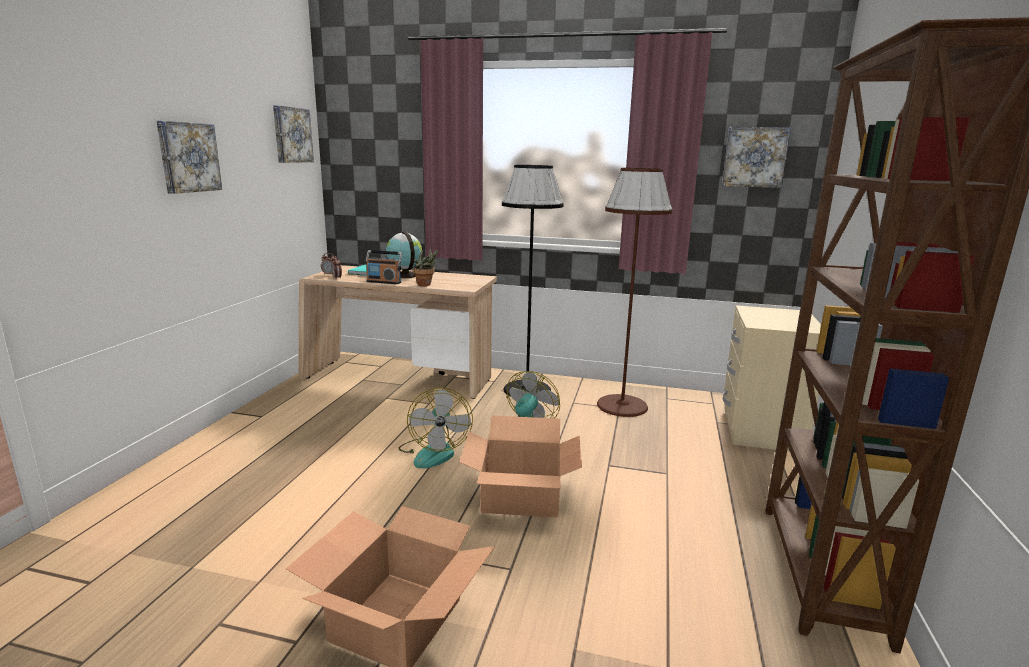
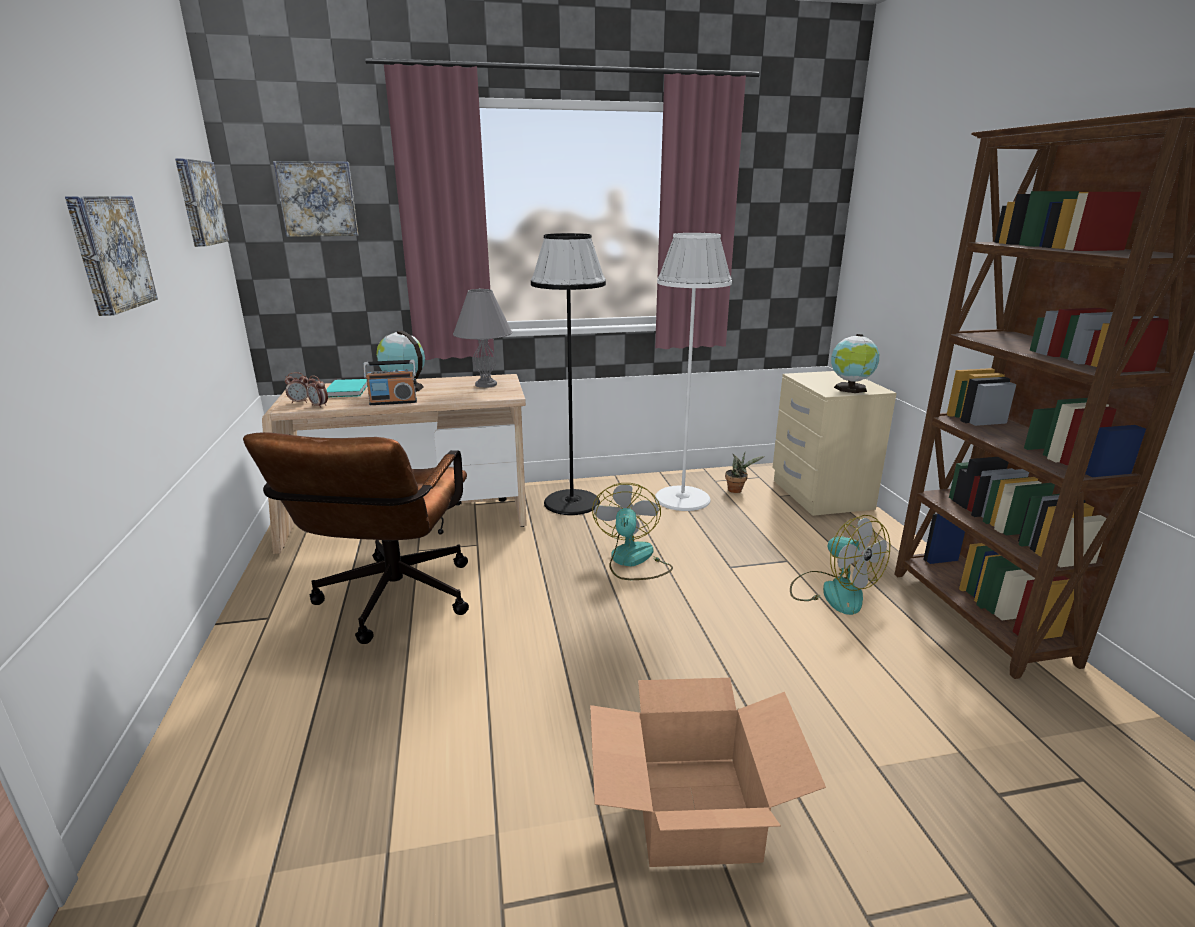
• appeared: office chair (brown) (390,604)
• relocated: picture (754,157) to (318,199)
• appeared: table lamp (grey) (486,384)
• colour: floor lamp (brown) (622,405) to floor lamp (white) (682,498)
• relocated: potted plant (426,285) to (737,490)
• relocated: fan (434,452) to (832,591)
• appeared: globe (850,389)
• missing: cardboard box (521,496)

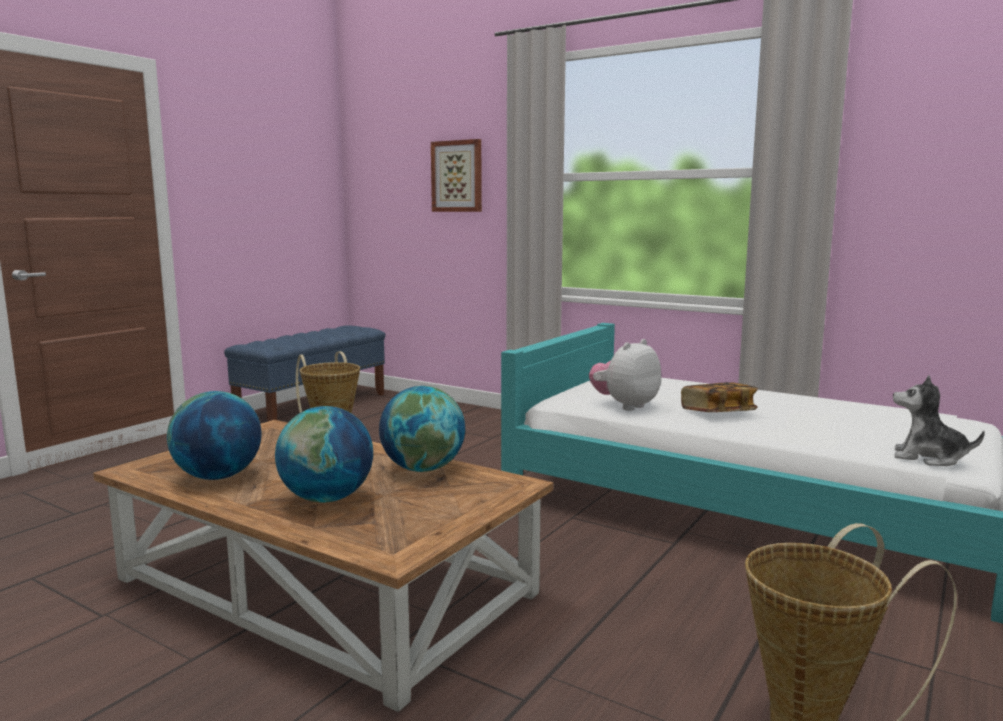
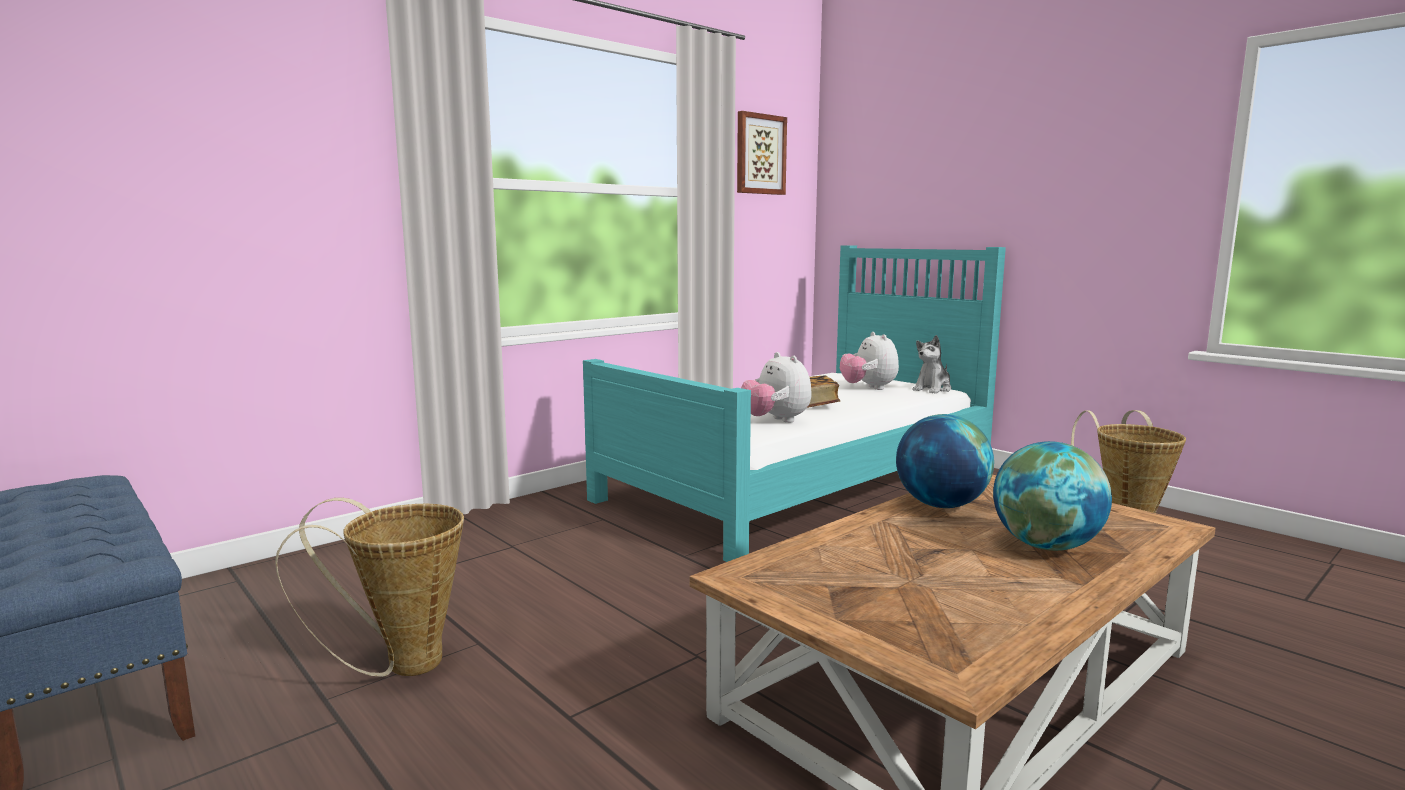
• relocated: picture (457,176) to (760,154)
• appeared: plush toy (868,388)
• missing: globe (218,477)

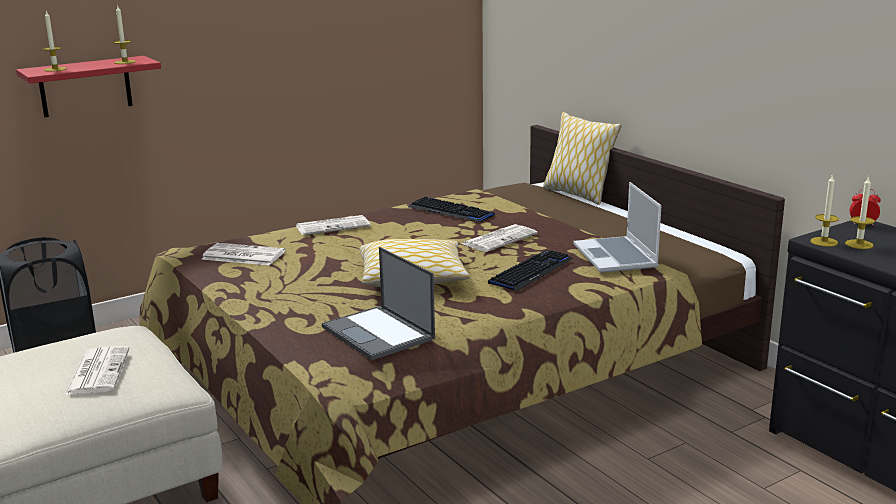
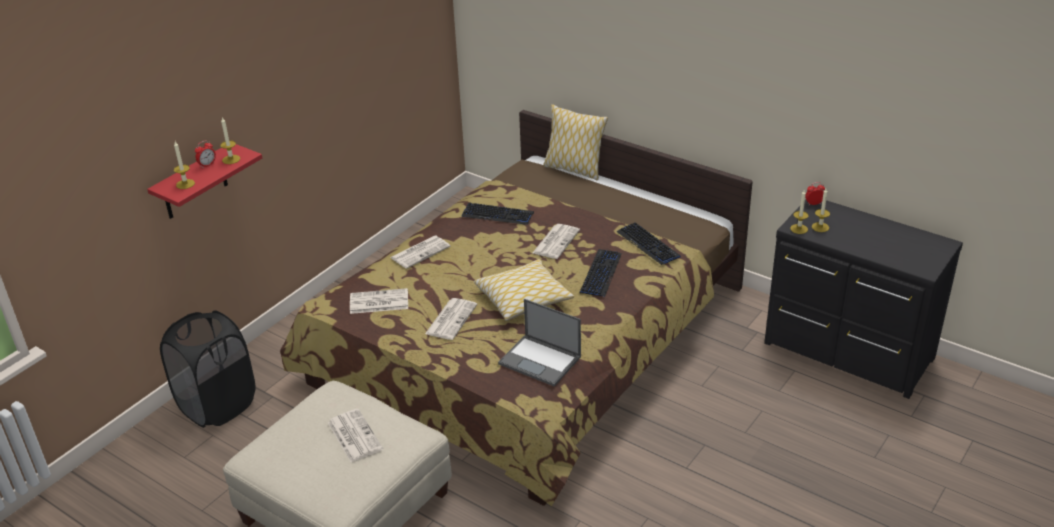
• appeared: alarm clock (207,165)
• appeared: newspaper (451,319)
• exchanged: laptop (616,257) to keyboard (648,244)

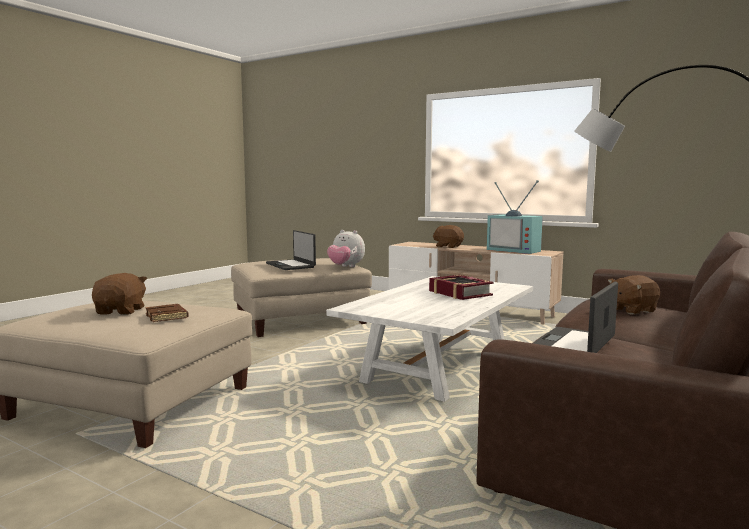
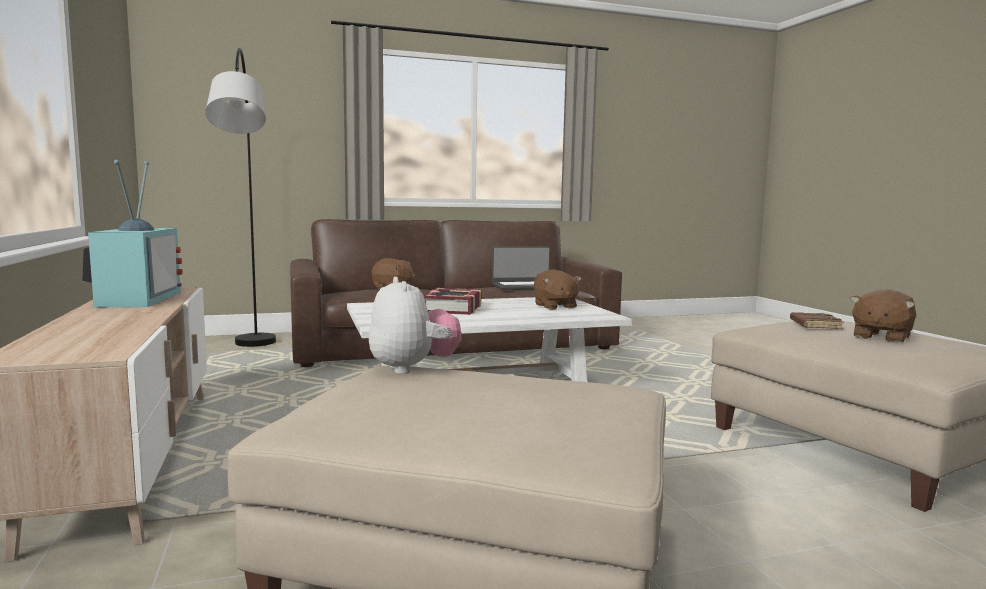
• relocated: plush toy (brown) (448,246) to (555,306)
• missing: laptop (291,265)

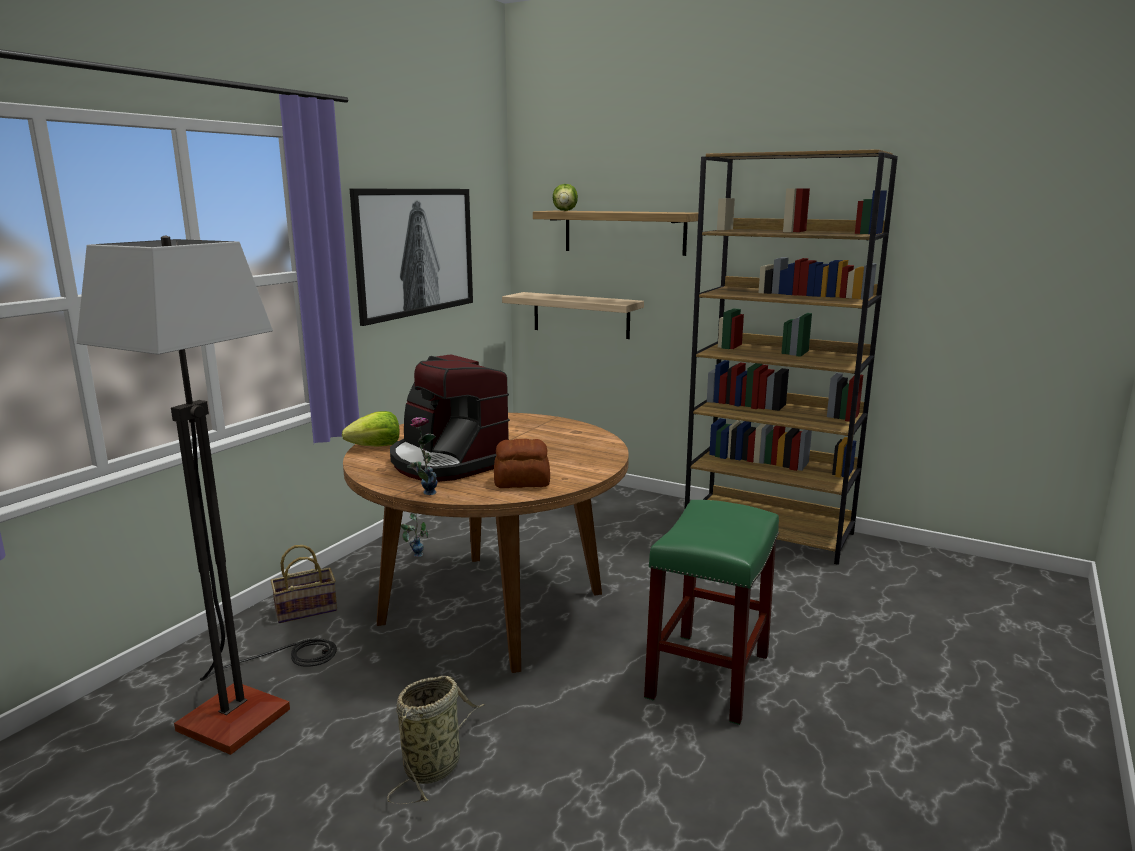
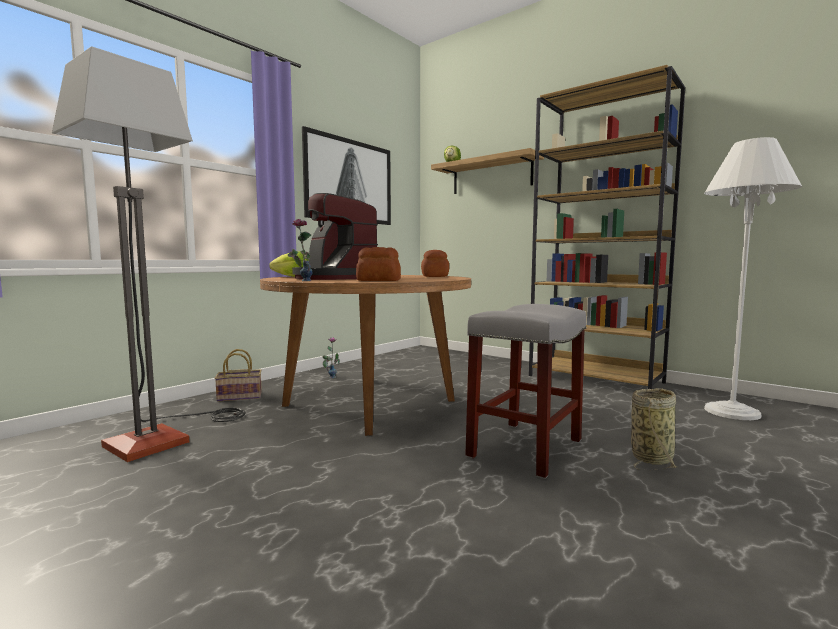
• appeared: bread (434,276)
• colour: stool (green) (709,676) to stool (grey) (526,448)
• relocated: basket (435,765) to (652,457)
• appeared: floor lamp (white) (732,412)
• missing: shelf (581,315)

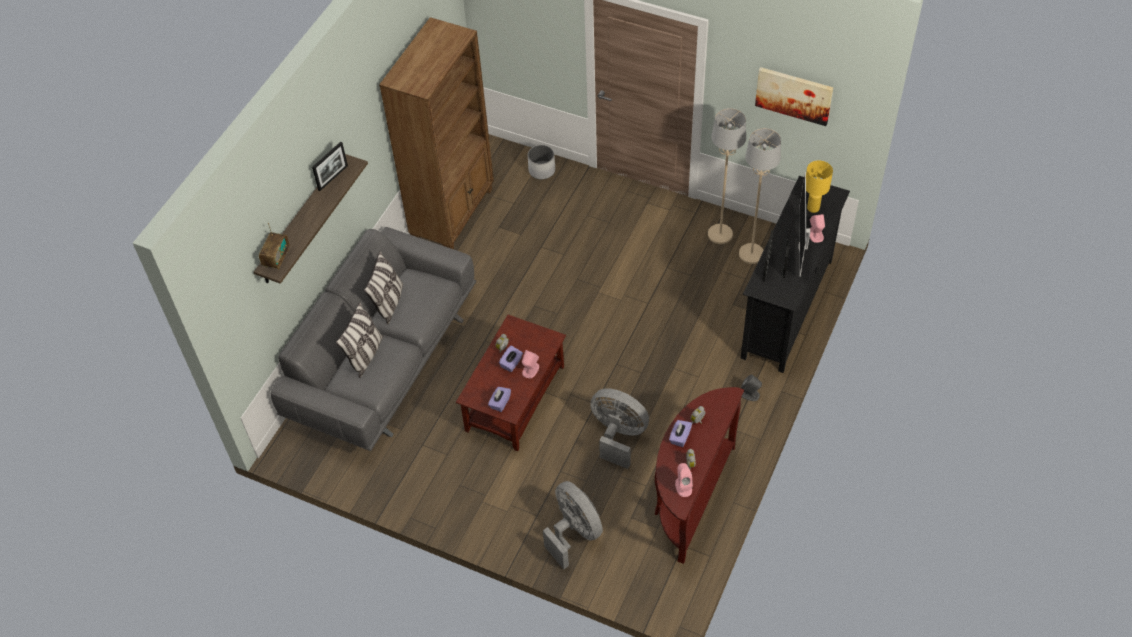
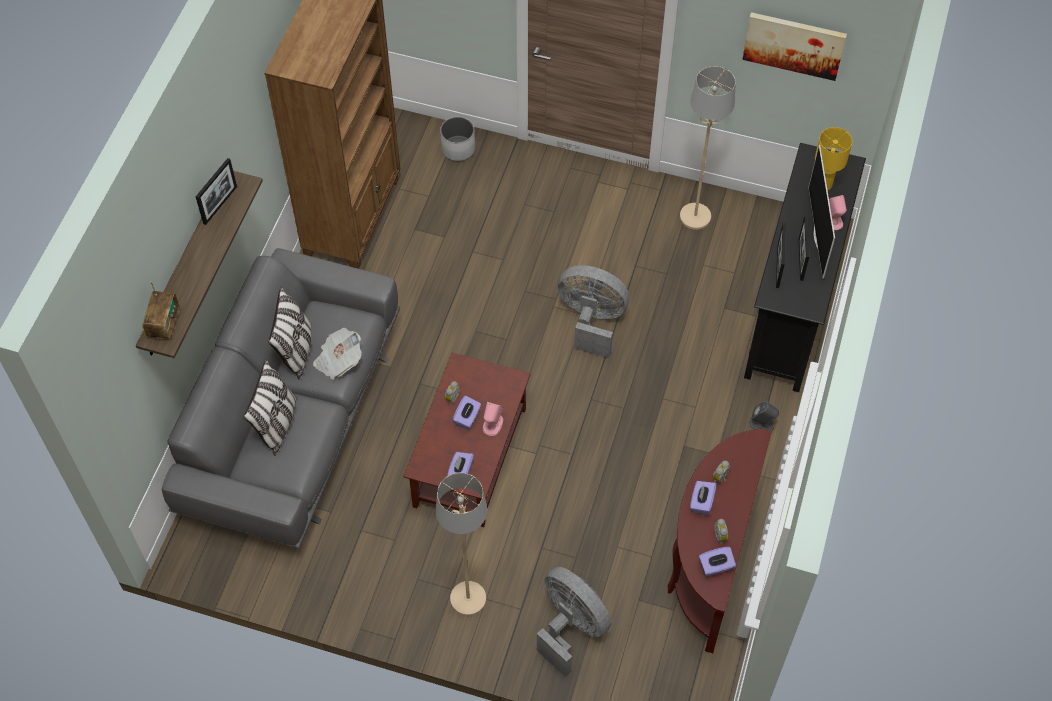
• appeared: newspaper (338,360)
• relocated: floor lamp (beige) (751,254) to (468,598)
• relocated: fan (grey) (618,436) to (591,321)
• exchanged: speaker (pink) (683,486) to tissue box (purple) (716,566)

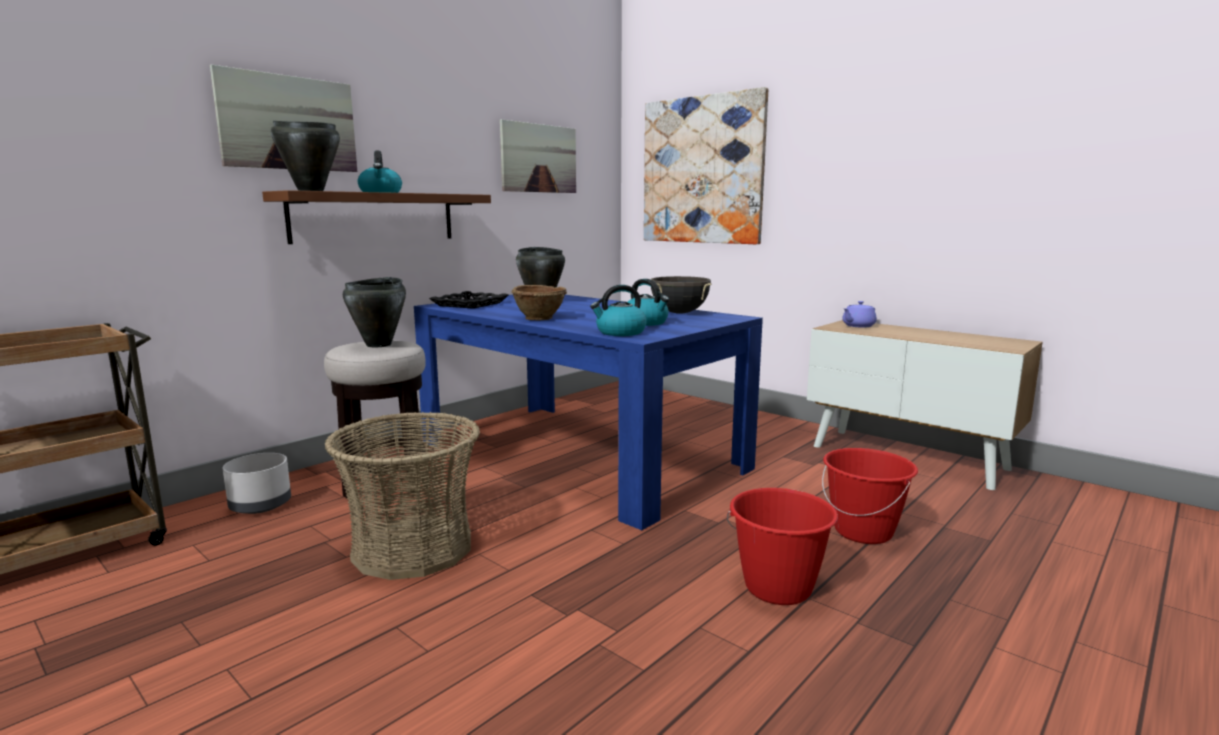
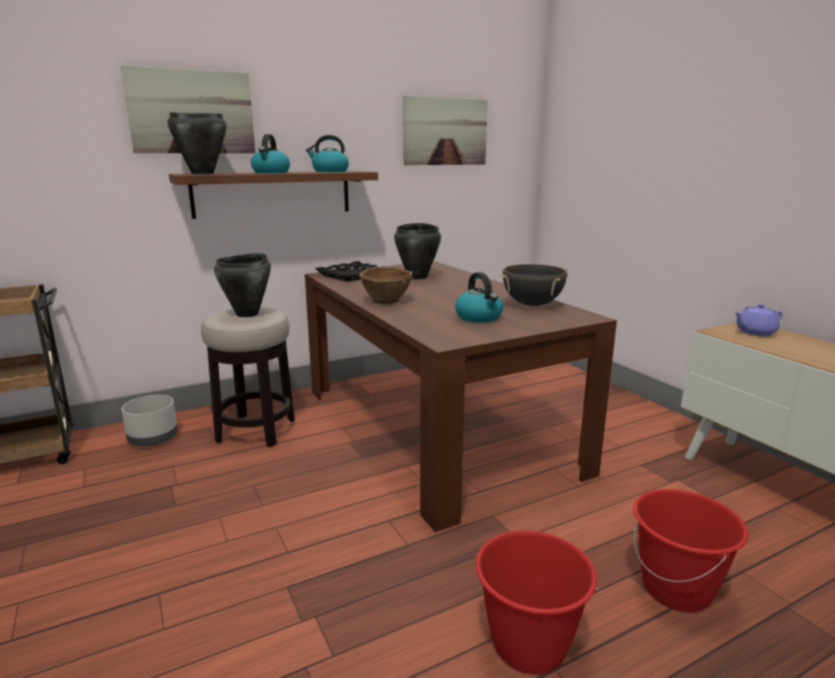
• colour: dining table (blue) (580,455) to dining table (brown) (434,428)
• relocated: kettle (620,332) to (329,171)
• missing: basket (412,548)
• missing: picture (702,170)

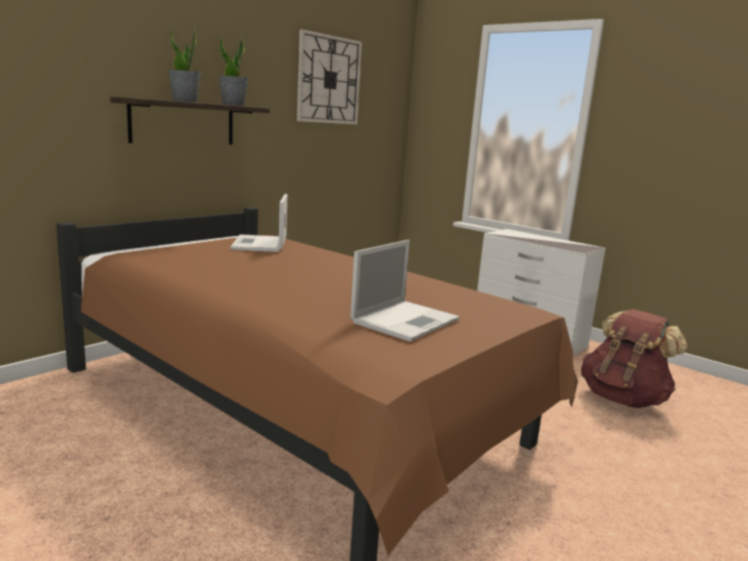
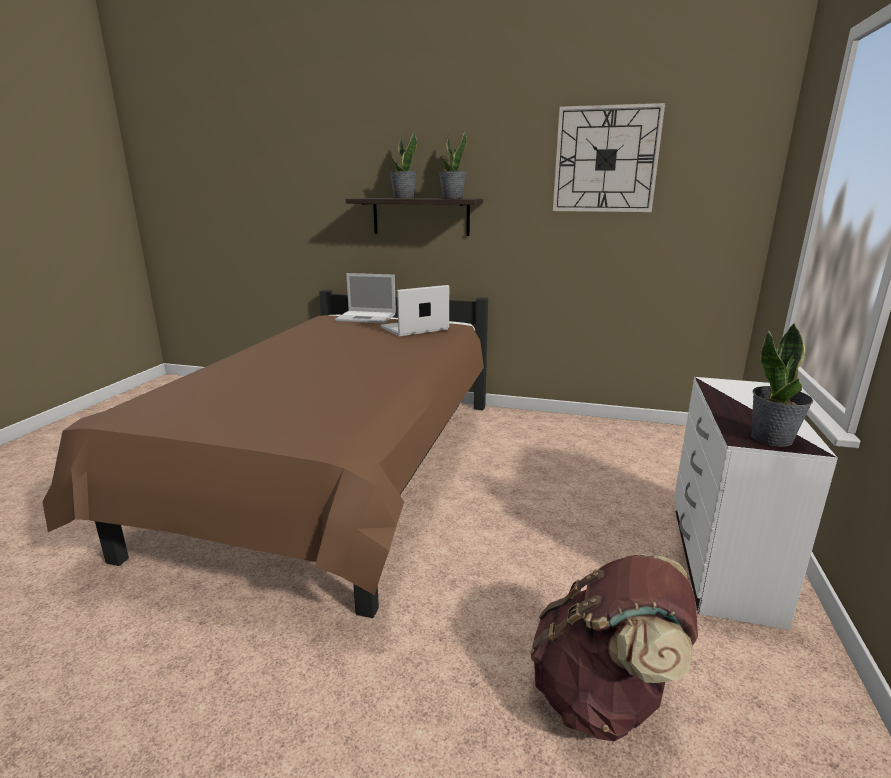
• relocated: laptop (406,320) to (367,317)
• appeared: potted plant (772,438)

